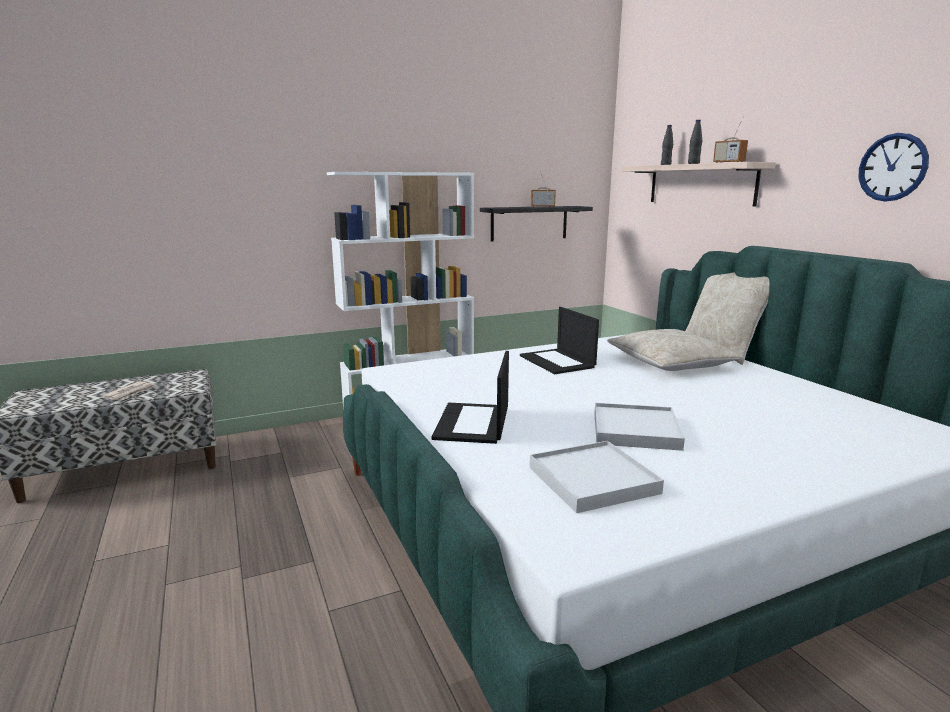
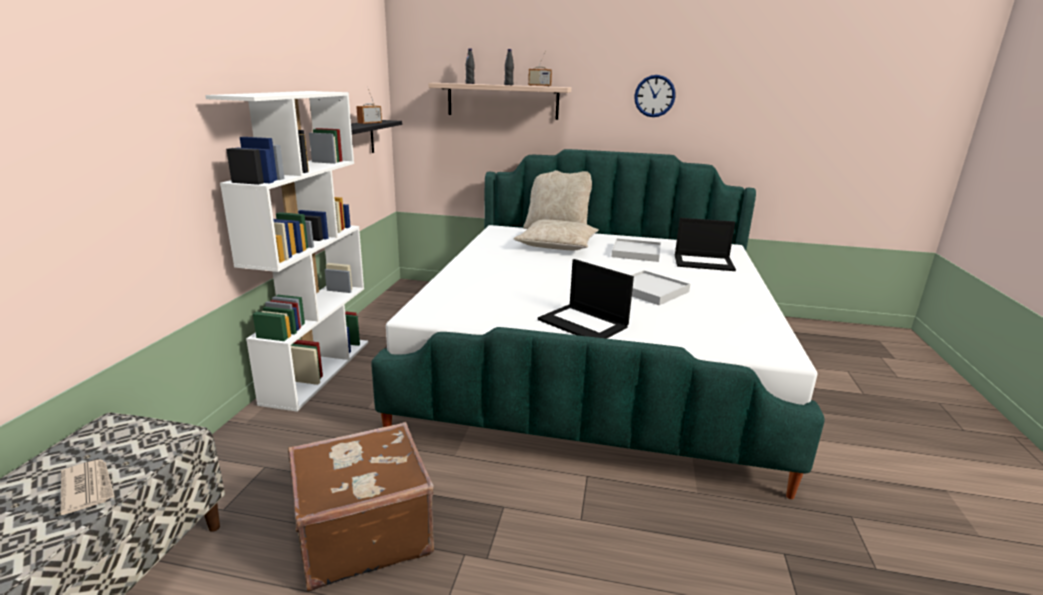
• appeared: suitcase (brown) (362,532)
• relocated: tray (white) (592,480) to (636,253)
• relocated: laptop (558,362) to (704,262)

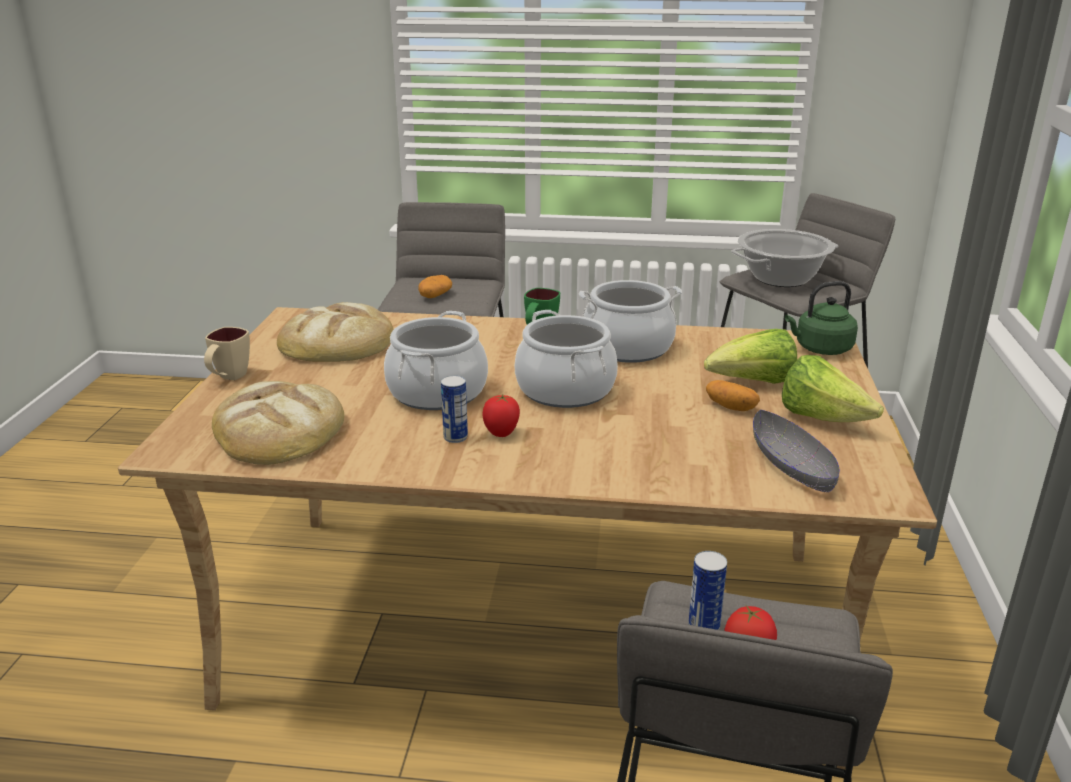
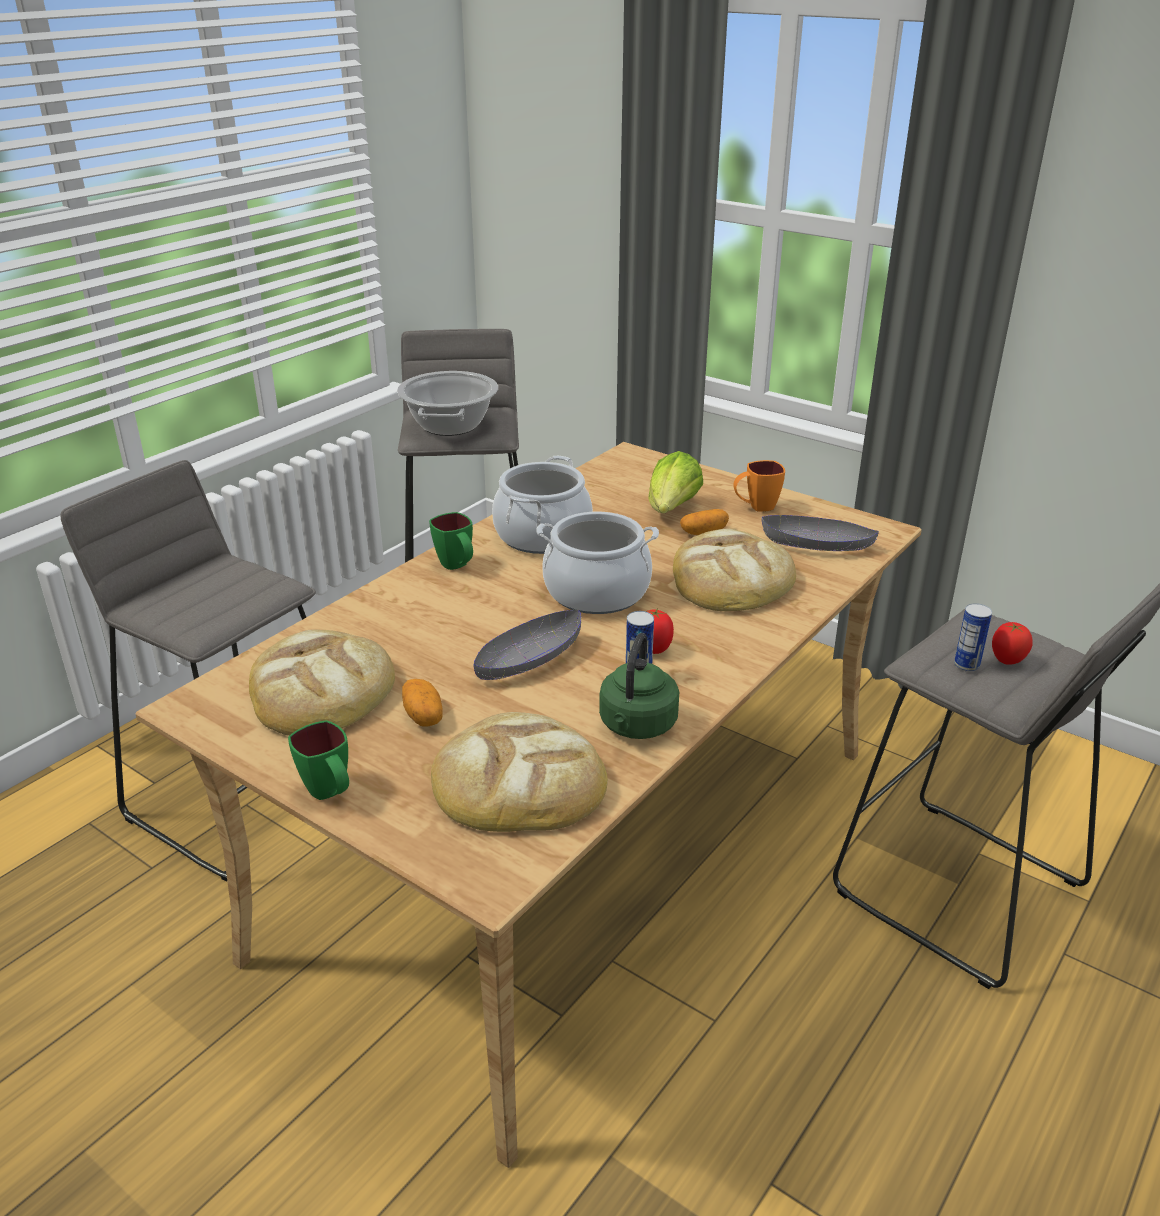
• colour: mug (beige) (228,378) to mug (green) (330,794)
• relocated: potato (435,295) to (423,716)
• exchanged: cooking pot (437,392) to bowl (grey) (528,660)
• relocated: kettle (green) (820,349) to (637,726)
• appeared: bread (731,579)
• exchanged: lettuce (822,418) to mug (orange) (755,507)

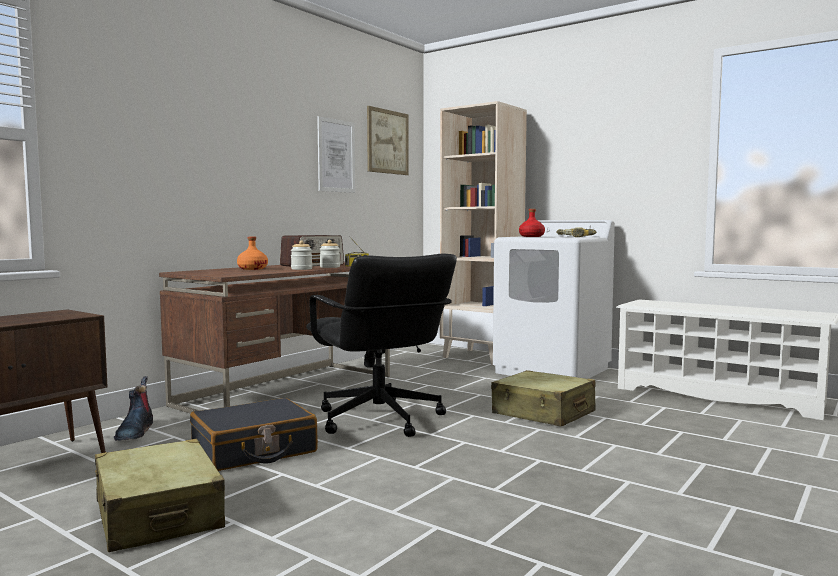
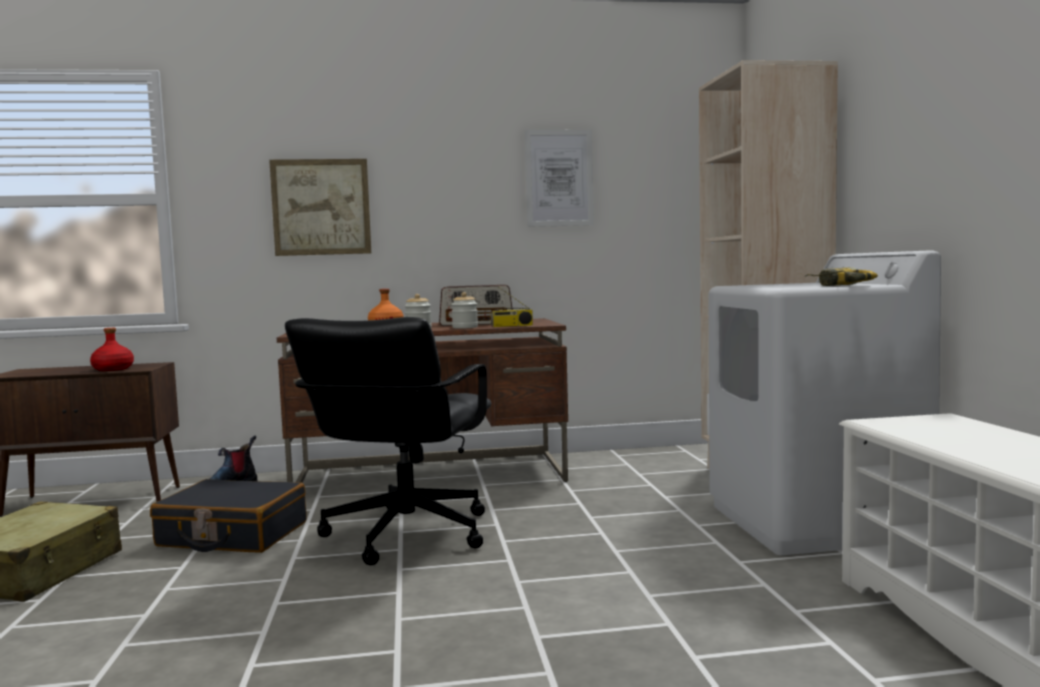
• relocated: bottle (red) (532,236) to (113,369)
• relocated: picture (387,142) to (321,207)
• missing: suitcase (beige) (543,413)

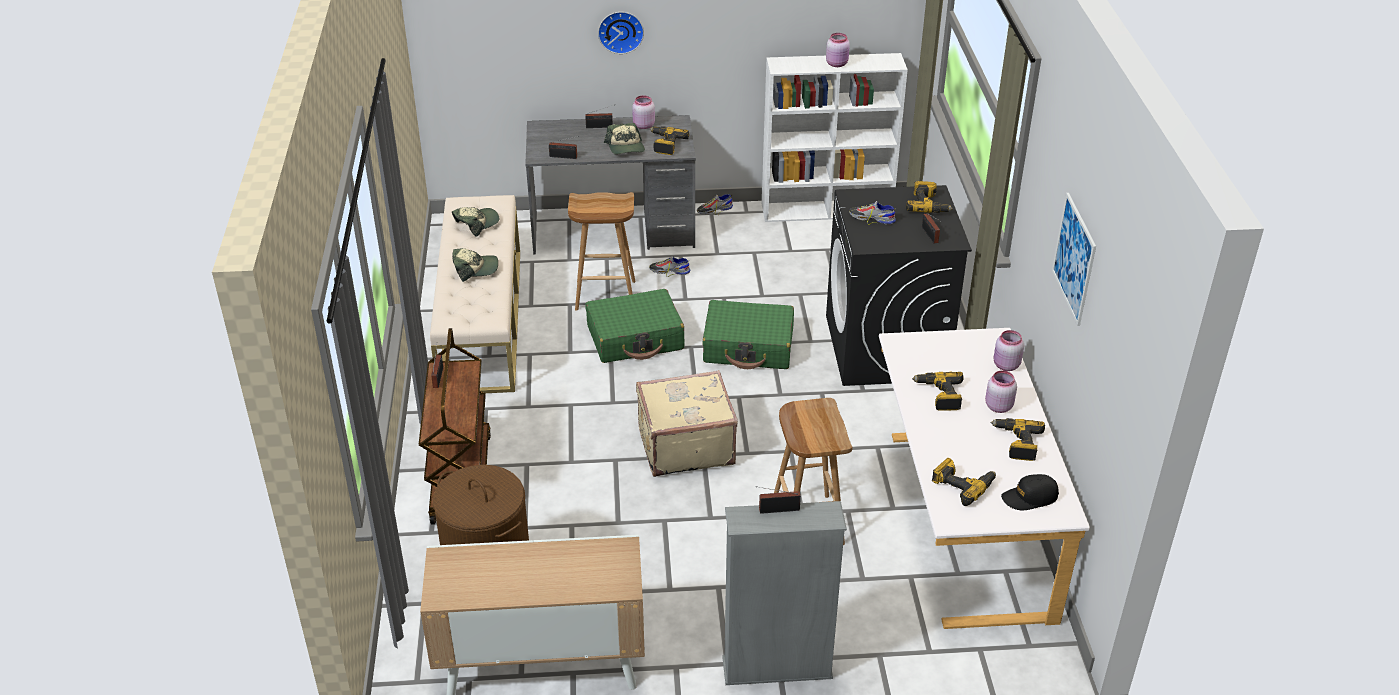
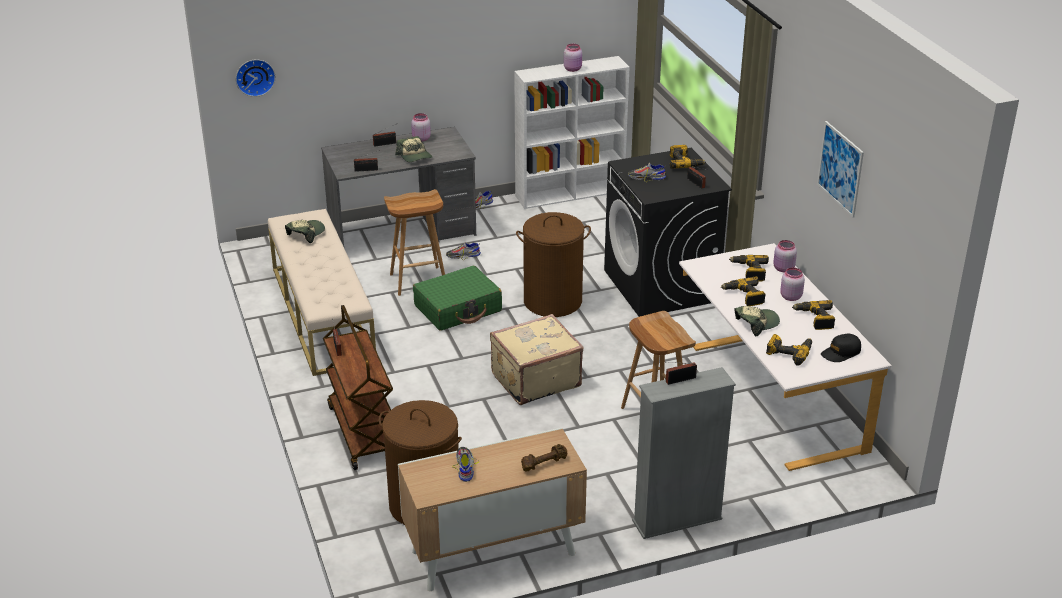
• relocated: wall clock (620,31) to (255,76)
• appeared: shoe (465,466)
• exchanged: suitcase (green) (748,347) to laundry basket (brown) (553,301)
• appeared: dumbbell (brown) (543,463)
• relocated: power drill (665,144) to (749,272)
• relocated: cap (475,269) to (756,323)

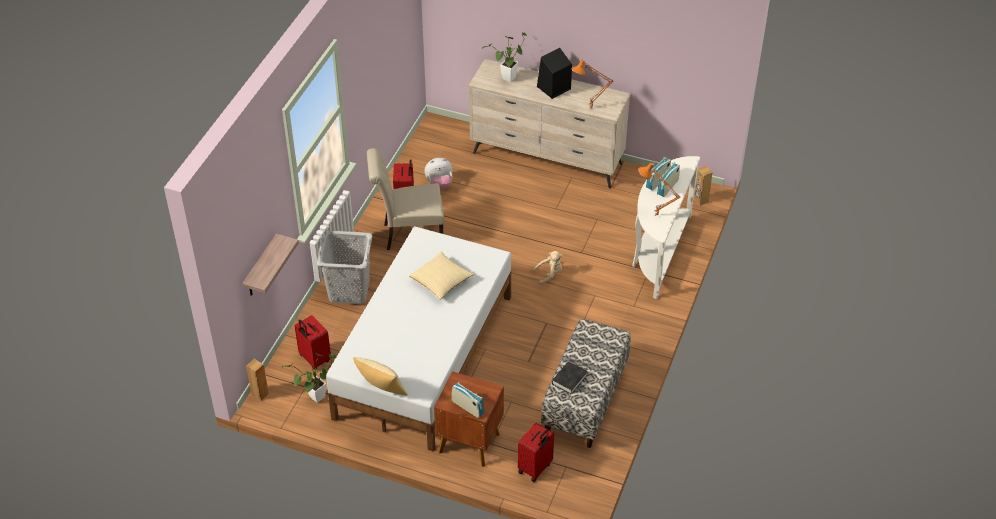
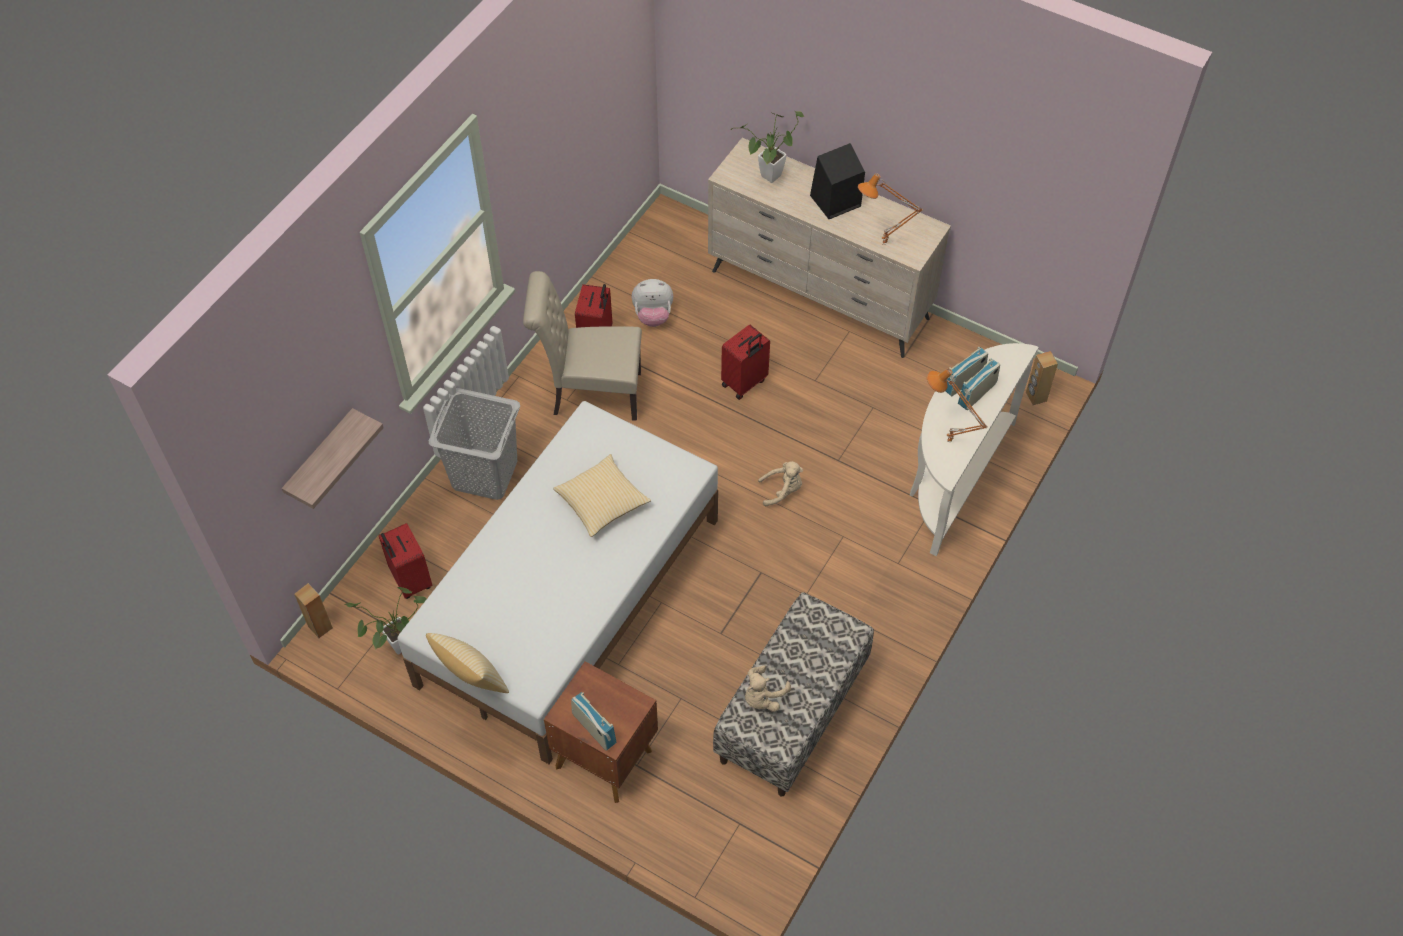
• relocated: suitcase (red) (535,468) to (745,383)
• exchanged: book (black) (569,380) to plush toy (beige) (762,697)

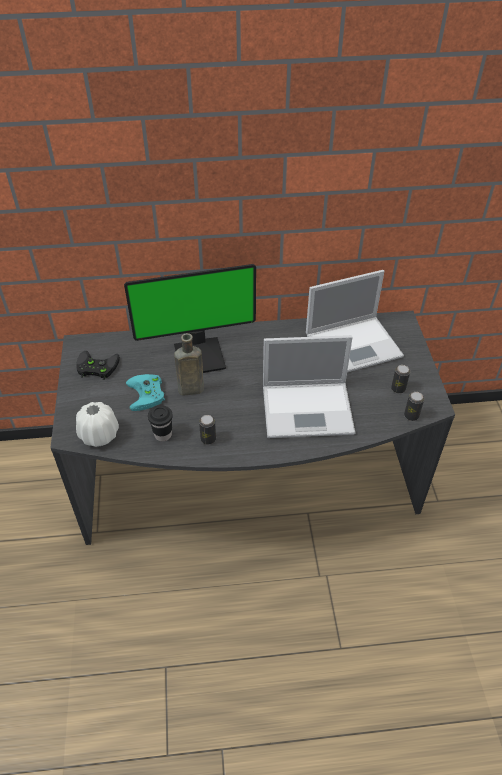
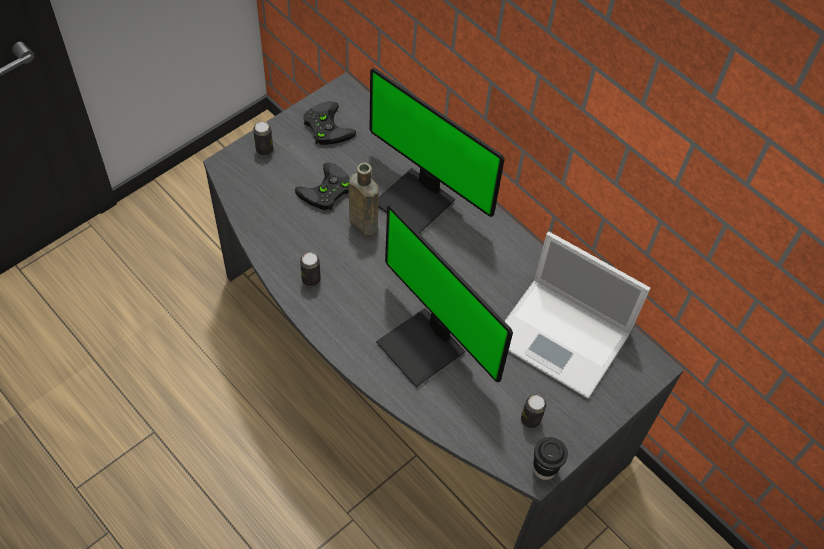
• relocated: can (411,415) to (264,149)
• colour: game controller (turquoise) (147,395) to game controller (black) (326,192)
• exchanged: laptop (309,409) to monitor (424,346)
• relocated: cup (black) (163,435) to (544,469)
• missing: vase (white) (99,435)

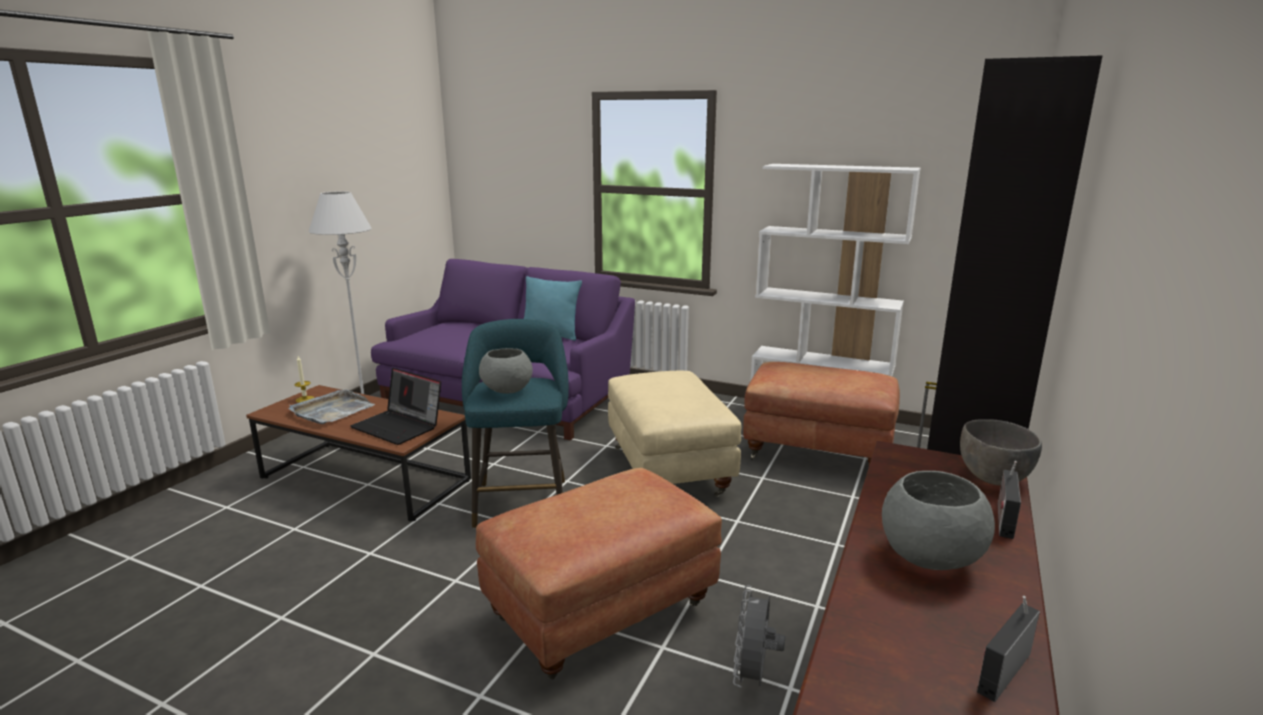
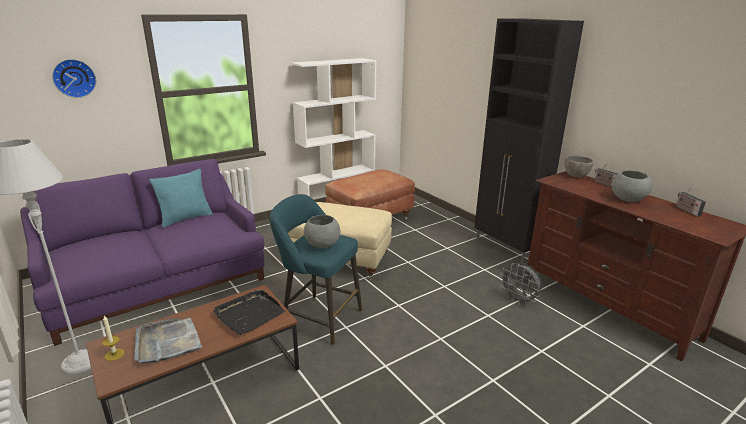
• appeared: wall clock (74,78)
• exchanged: laptop (399,426) to tray (black) (249,314)
• missing: ottoman (brown) (601,616)

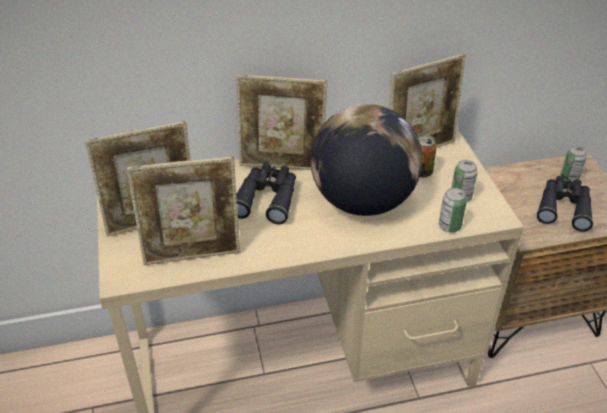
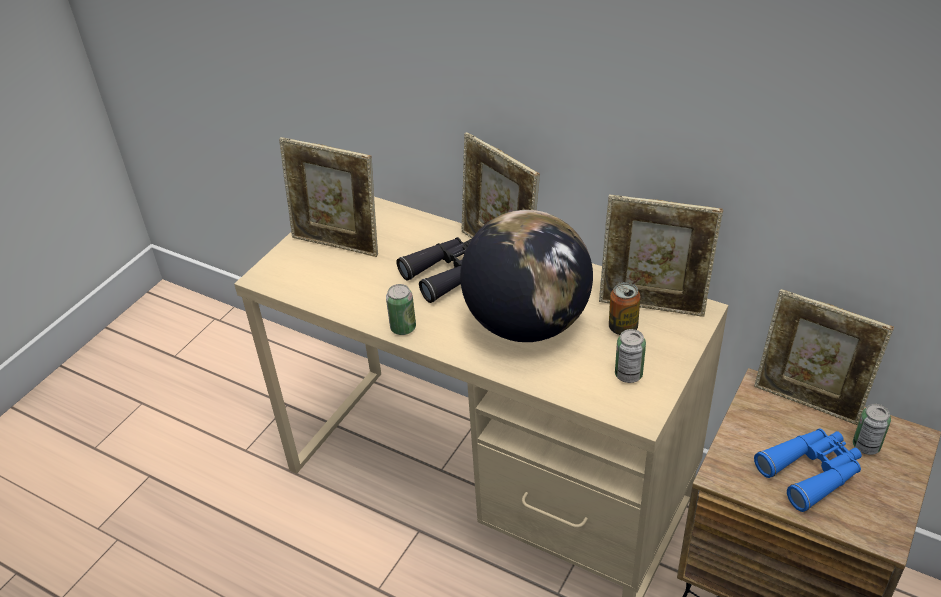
• relocated: can (449,226) to (403,328)
• relocated: picture frame (193,254) to (808,402)
• colour: binoculars (black) (564,207) to binoculars (blue) (811,472)

